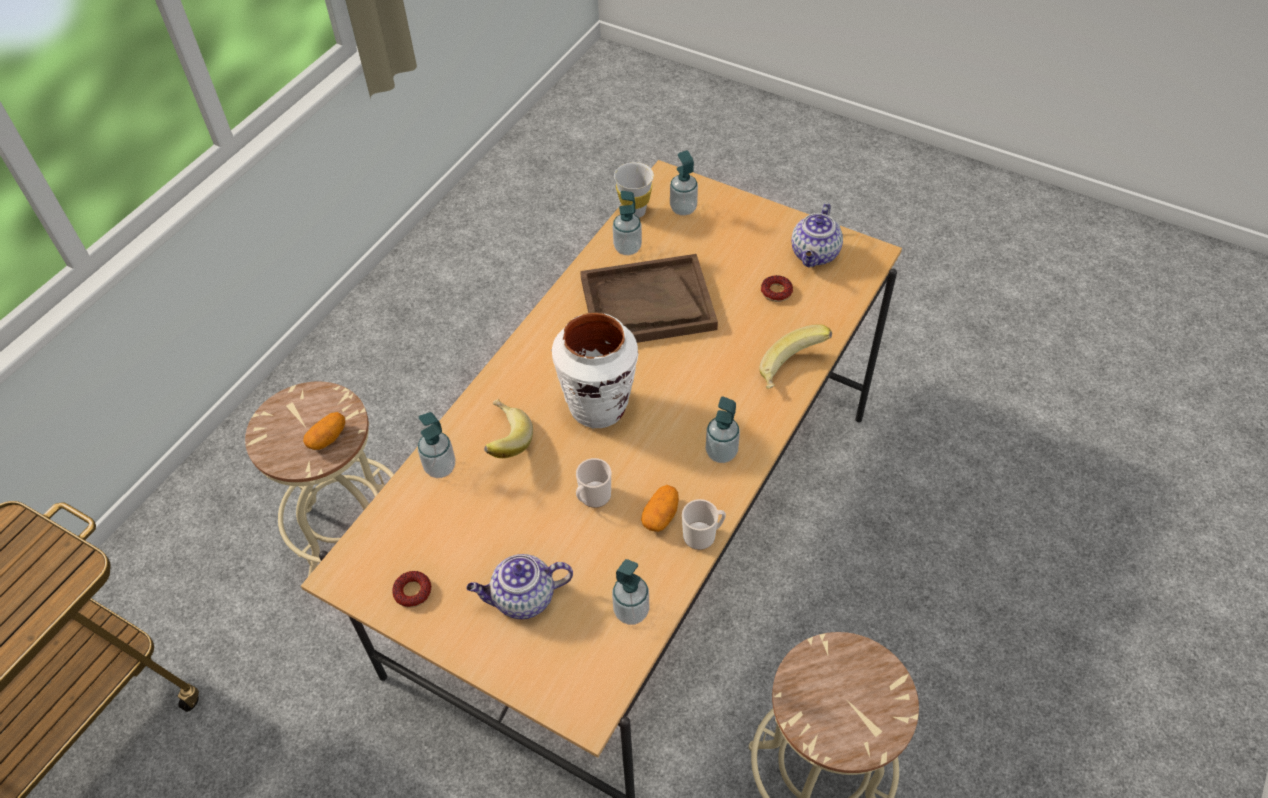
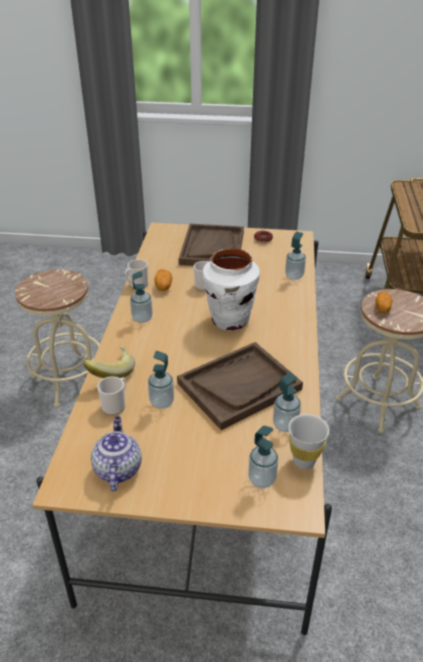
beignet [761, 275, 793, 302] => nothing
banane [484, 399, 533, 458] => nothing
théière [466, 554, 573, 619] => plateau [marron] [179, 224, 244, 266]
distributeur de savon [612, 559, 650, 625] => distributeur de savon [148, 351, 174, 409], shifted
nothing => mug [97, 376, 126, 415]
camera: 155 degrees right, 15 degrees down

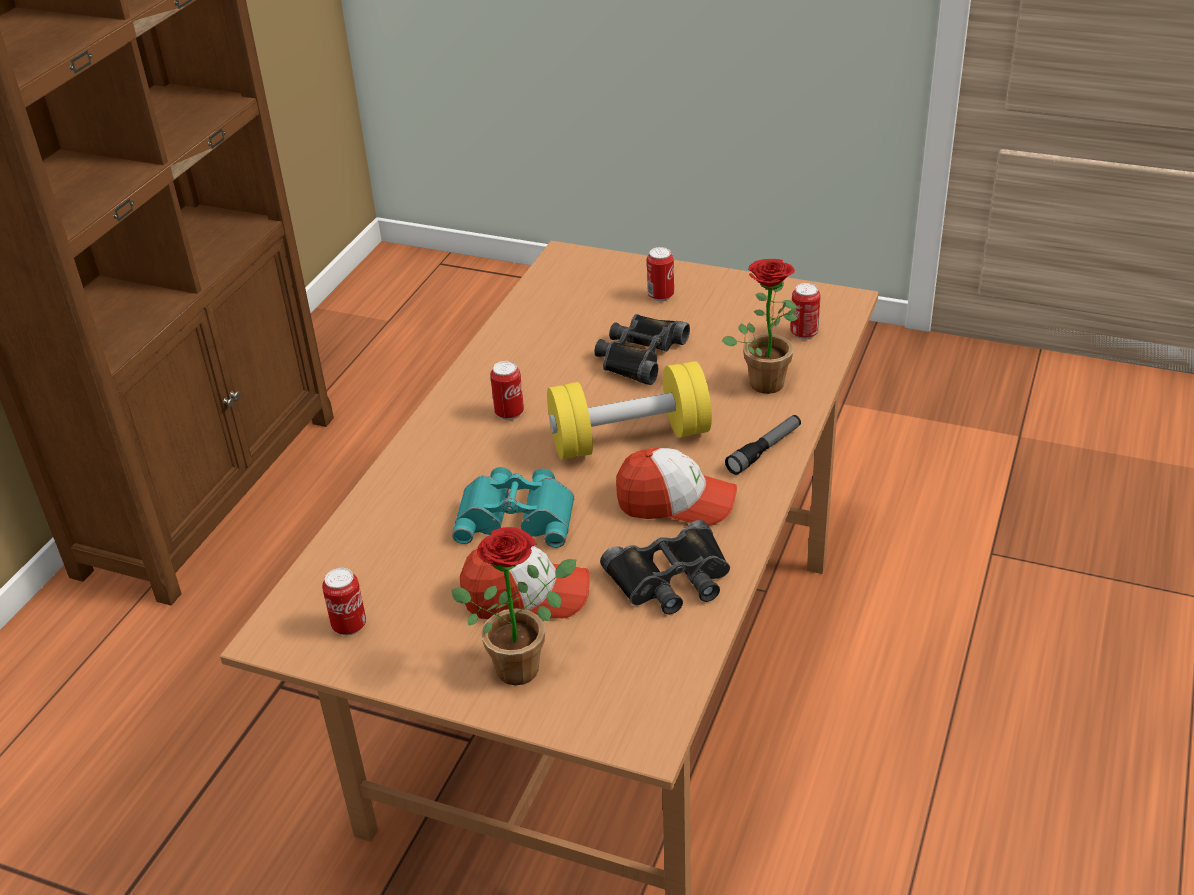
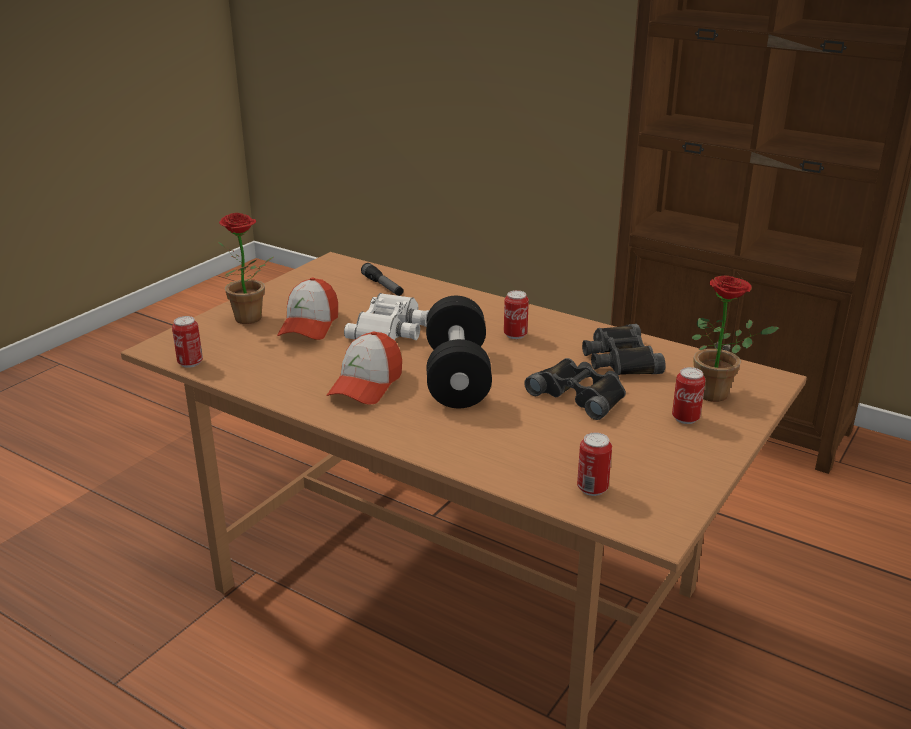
plante en pot [722, 259, 798, 394] => plante en pot [691, 276, 779, 402], shifted
haltère [jaune] [547, 361, 712, 460] => haltère [noir] [426, 296, 492, 408]
lampe de poche [725, 415, 801, 475] => lampe de poche [361, 263, 403, 296], shifted
jumelles [turquoise] [452, 467, 574, 548] => jumelles [blanc] [344, 293, 429, 340]
jumelles [noir] [600, 520, 730, 614] => jumelles [noir] [582, 324, 666, 375], shifted
boîte métallique [322, 568, 366, 635] => boîte métallique [172, 316, 203, 368], shifted
camera: 100 degrees right, 10 degrees down

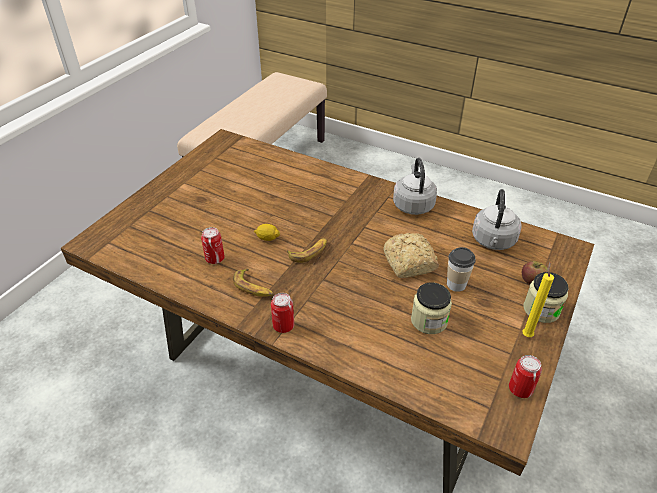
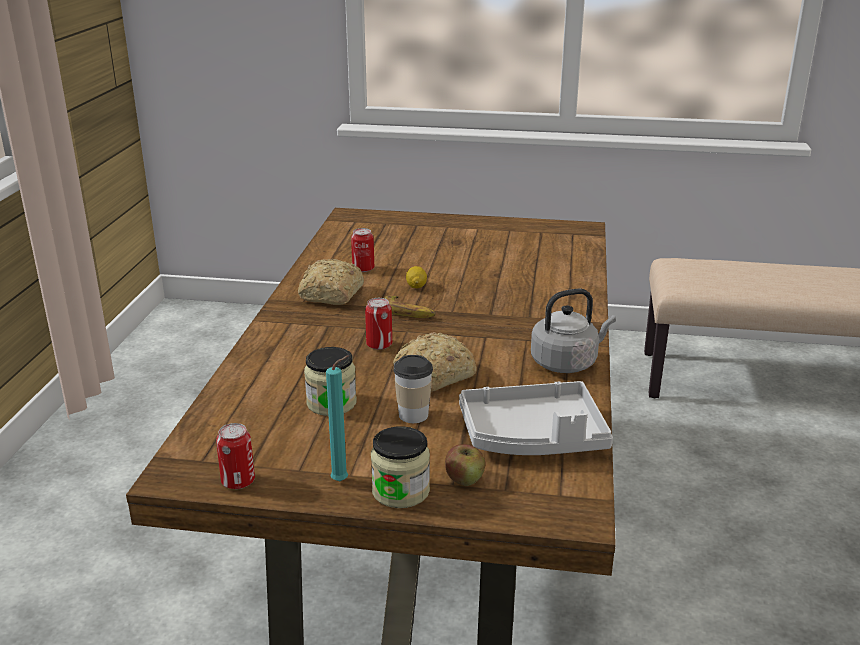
bouilloire [gris] [472, 189, 522, 250] => plateau [gris] [459, 381, 613, 455]
bougie [jaune] [522, 262, 554, 337] => bougie [turquoise] [326, 355, 349, 481]
banane [233, 269, 273, 297] => pain [298, 259, 364, 305]
boîte métallique [271, 293, 294, 333] => boîte métallique [365, 298, 392, 350], shifted
camera: 70 degrees right, 15 degrees down

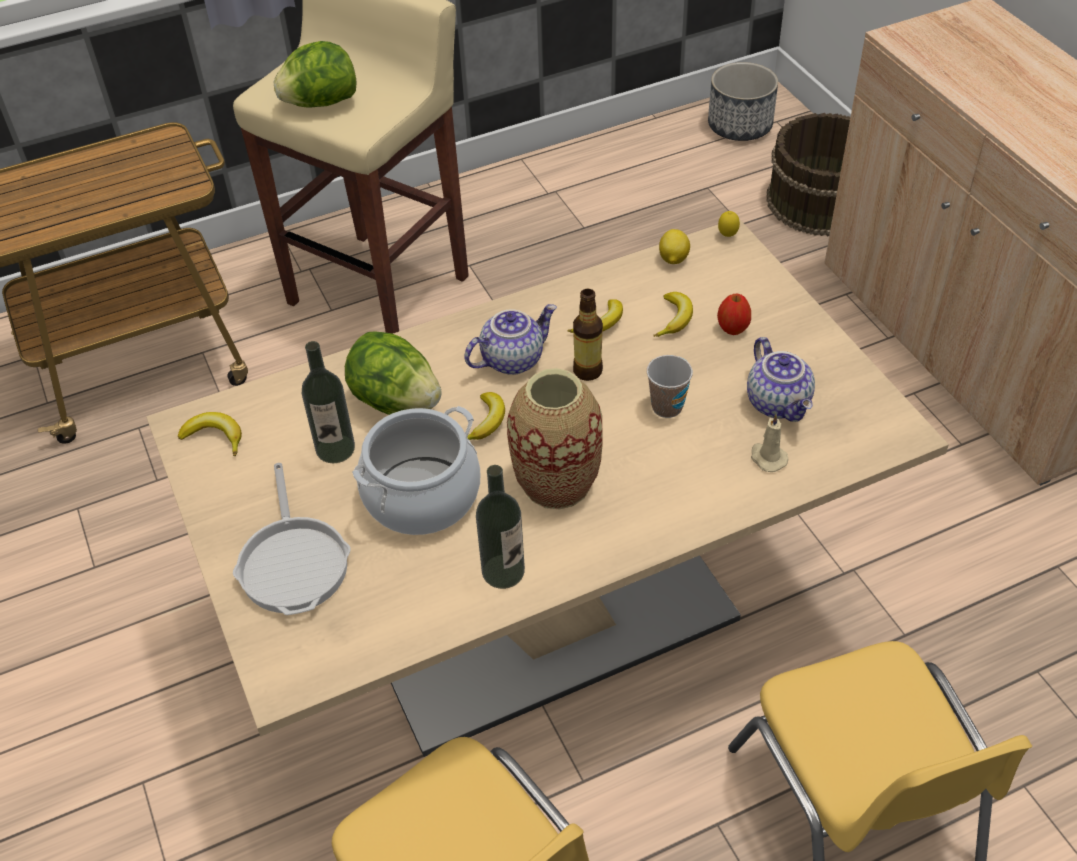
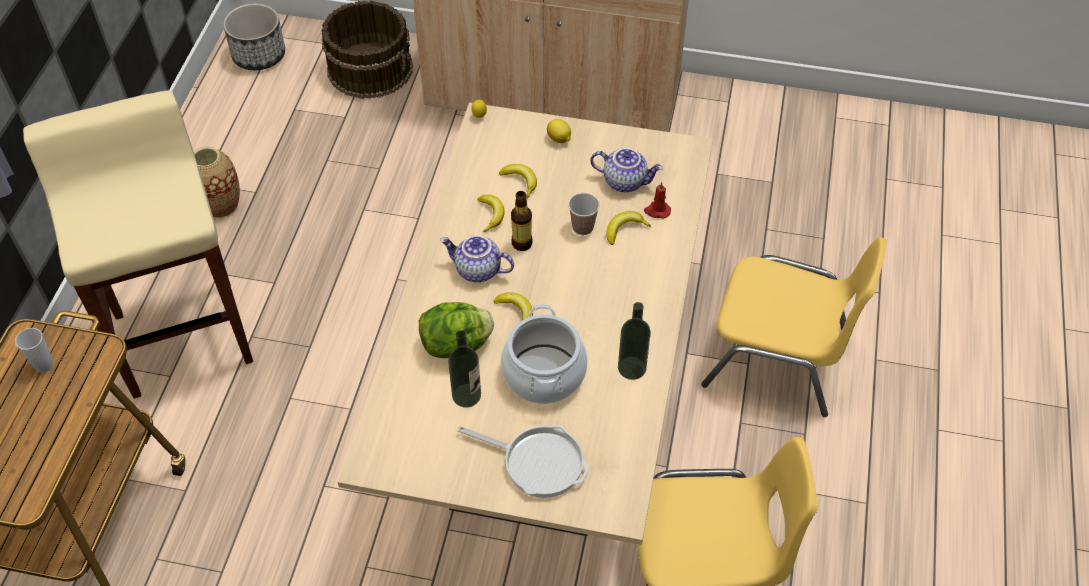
laitue [274, 41, 357, 107] => nothing
citron [659, 229, 690, 264] => citron [547, 119, 571, 143], shifted
pomme [717, 294, 751, 335] => nothing
théière [464, 304, 557, 375] => théière [440, 236, 514, 282], 75 degrees counterclockwise
vase [507, 368, 602, 509] => vase [194, 146, 240, 218], shifted
banane [178, 412, 242, 456] => banane [606, 211, 651, 245], shifted
bougie [beige] [751, 414, 788, 472] => bougie [rouge] [644, 182, 671, 218]
nothing => tasse [15, 328, 54, 373]
camera: 55 degrees left, 5 degrees up

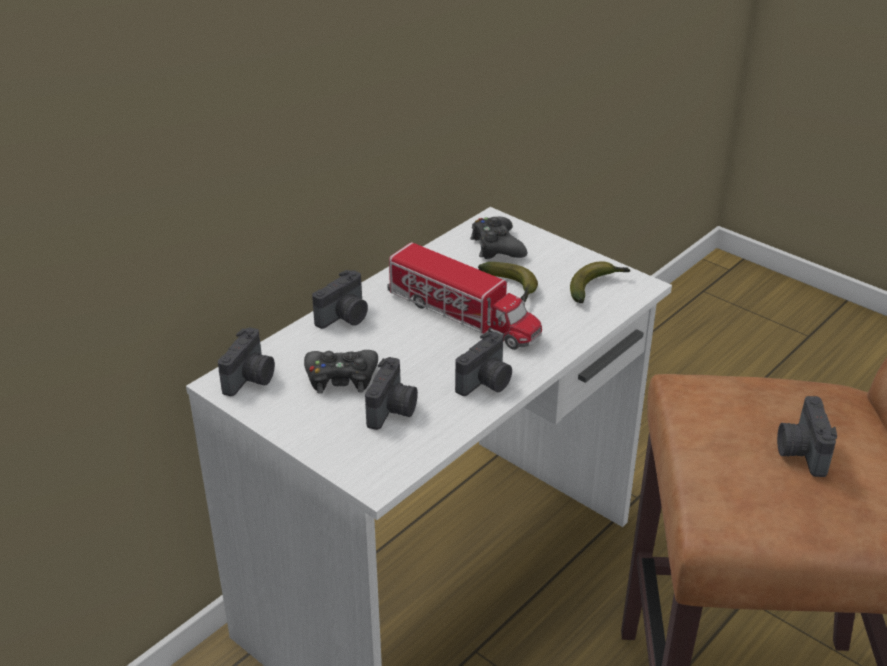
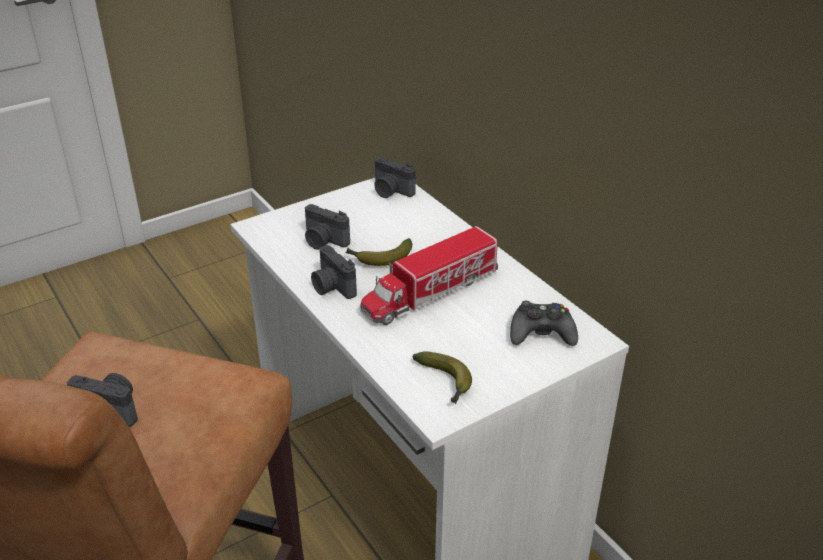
banane [478, 262, 538, 302] => banane [346, 238, 412, 266], shifted
appareil photo [312, 270, 368, 329] => nothing
manette [noir] [304, 350, 378, 394] => nothing
camera: 105 degrees right, 0 degrees up

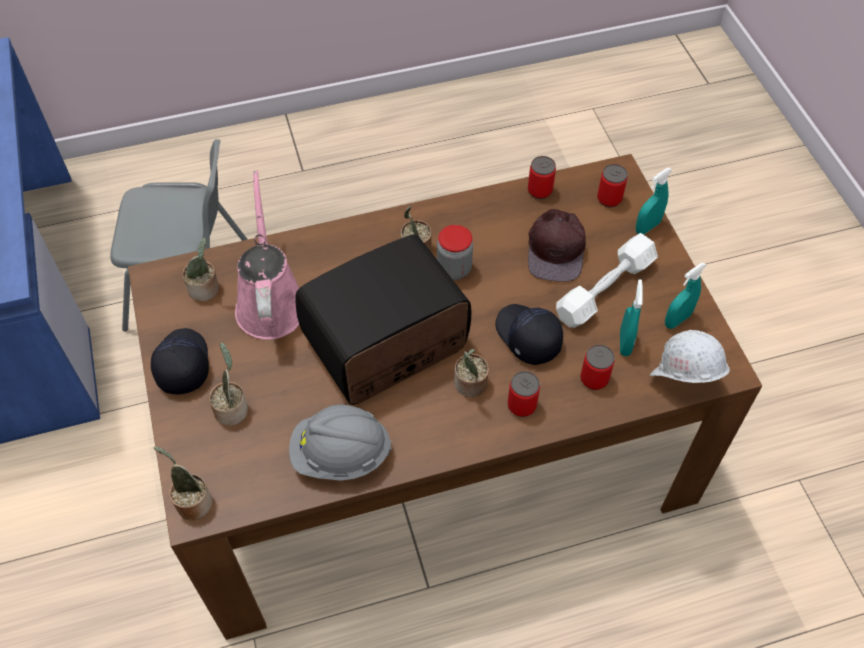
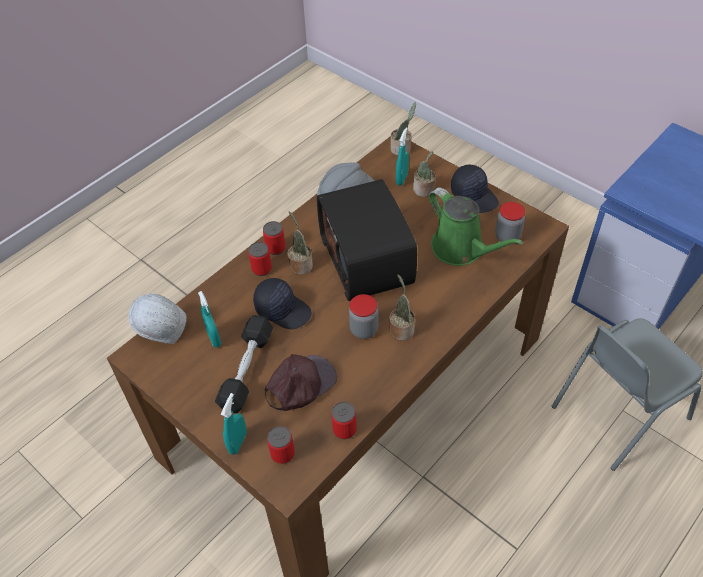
arrosoir [rose] [235, 170, 299, 340] => arrosoir [vert] [429, 187, 523, 266]
casquette [marron] [528, 209, 586, 282] => casquette [marron] [265, 354, 337, 411], 75 degrees clockwise
haltère [blanc] [556, 233, 658, 328] => haltère [noir] [215, 315, 273, 413]
radio [295, 234, 471, 405] => radio [317, 179, 417, 301], 135 degrees clockwise
plante en pot [183, 237, 219, 301] => bocal [495, 202, 525, 242]
vaporisateur [turquoise] [665, 262, 706, 329] => vaporisateur [turquoise] [396, 128, 409, 186], shifted
boîte métallique [580, 345, 615, 390] => boîte métallique [263, 221, 285, 255], shifted
camera: 150 degrees right, 5 degrees down

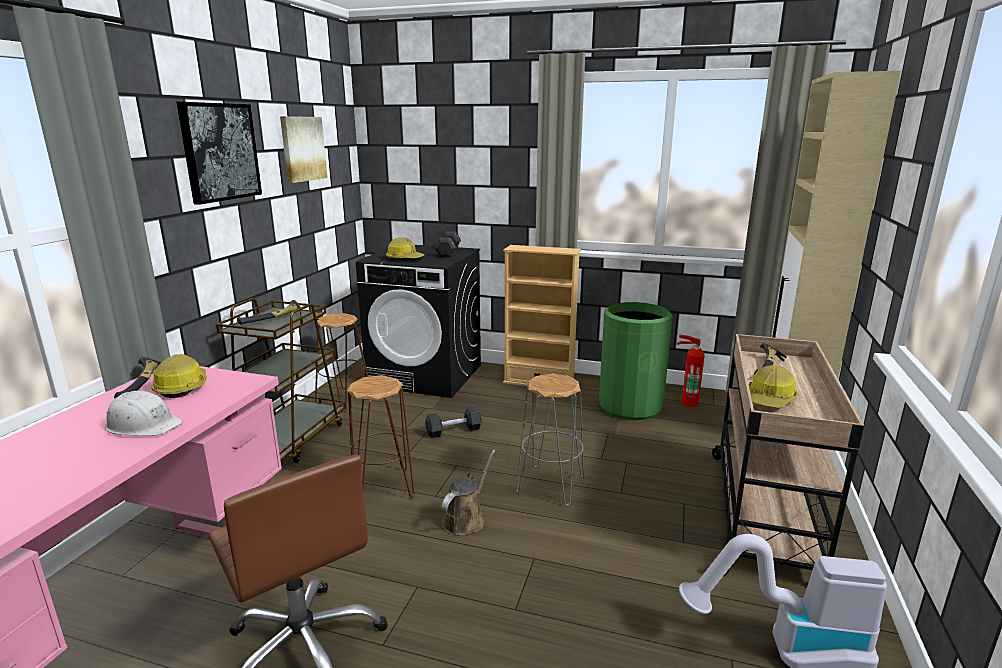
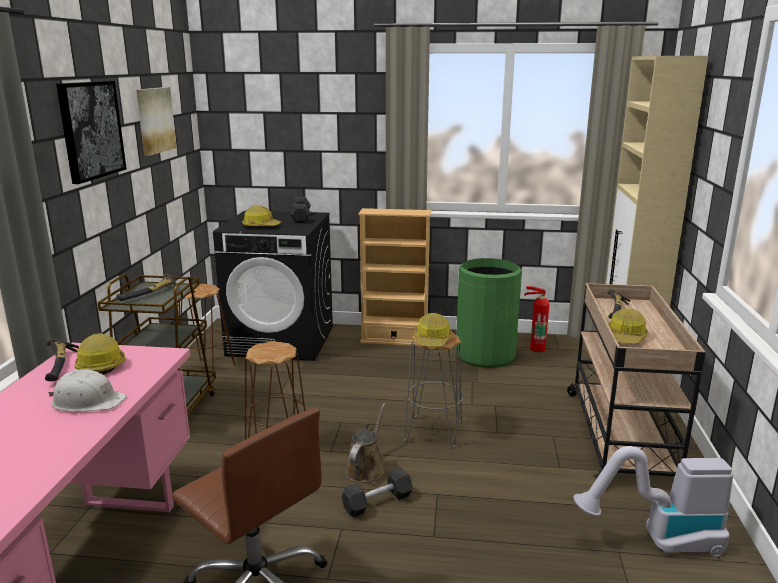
haltère [noir] [425, 407, 482, 438] => haltère [noir] [342, 467, 413, 518], shifted
nothing => casque de chantier [414, 313, 452, 347]
camera: 10 degrees left, 0 degrees up

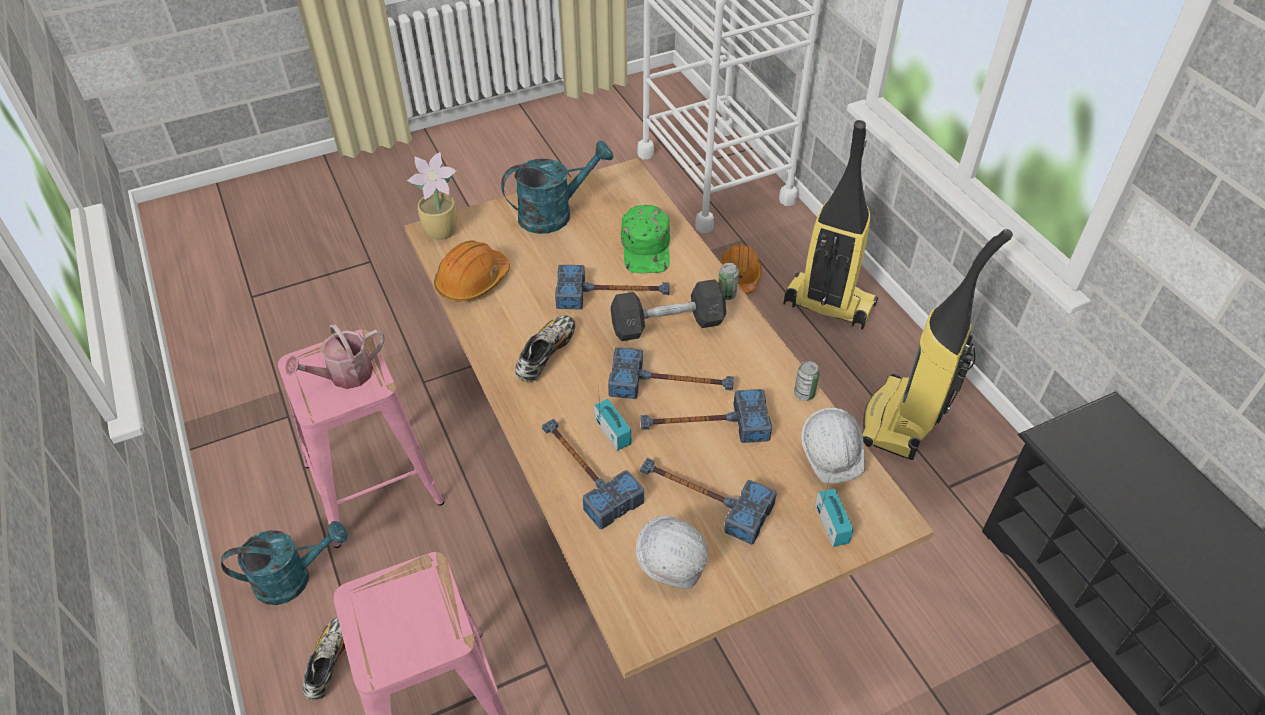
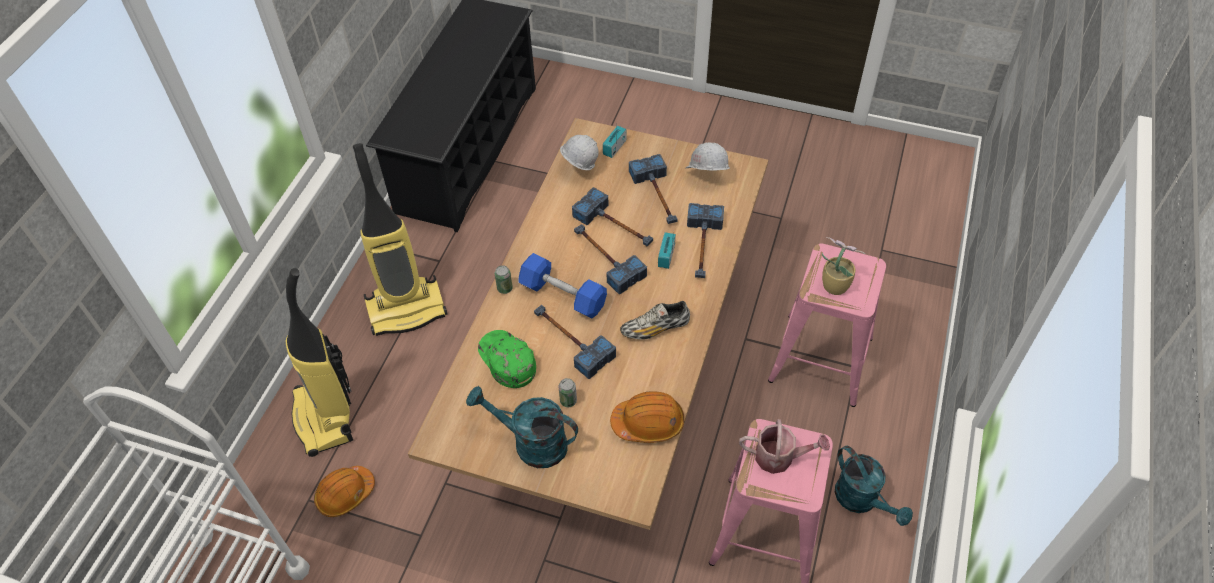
plante en pot [407, 152, 457, 240] => plante en pot [822, 237, 865, 295], shifted
casquette [vert] [621, 205, 670, 273] => casquette [vert] [478, 330, 536, 388], 75 degrees counterclockwise
haltère [gris] [610, 279, 726, 341] => haltère [bleu] [518, 253, 607, 318]
boîte métallique [794, 361, 820, 401] => boîte métallique [559, 378, 577, 407], shifted
arrosoir [turquoise] [221, 521, 348, 605] => arrosoir [turquoise] [835, 446, 913, 526], 150 degrees counterclockwise
chaussure [303, 617, 345, 701] => nothing
camera: 135 degrees left, 5 degrees up

